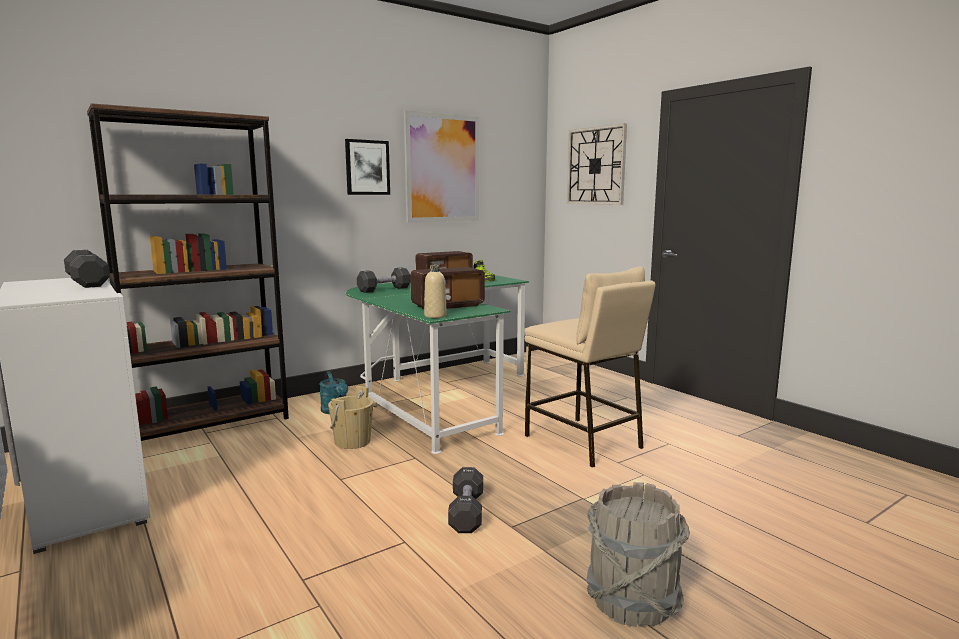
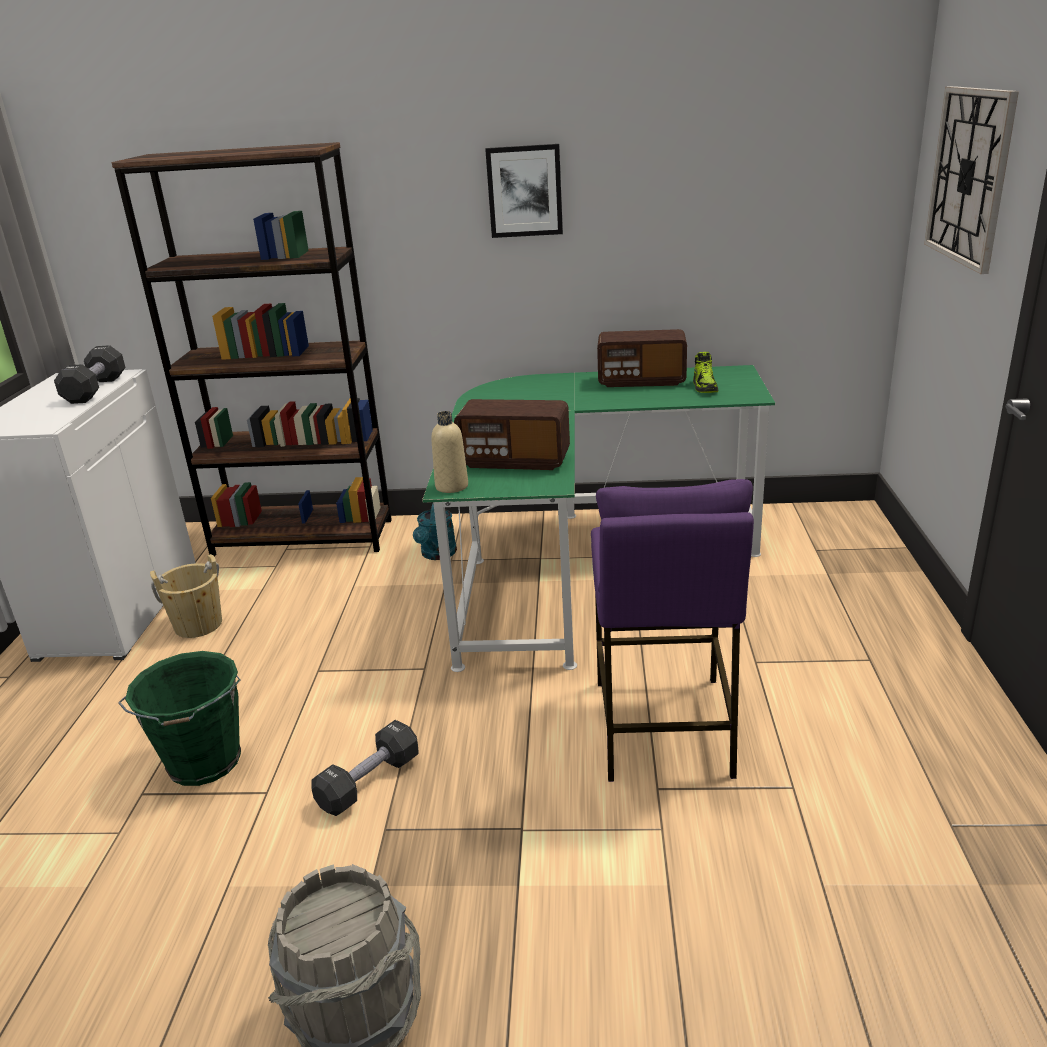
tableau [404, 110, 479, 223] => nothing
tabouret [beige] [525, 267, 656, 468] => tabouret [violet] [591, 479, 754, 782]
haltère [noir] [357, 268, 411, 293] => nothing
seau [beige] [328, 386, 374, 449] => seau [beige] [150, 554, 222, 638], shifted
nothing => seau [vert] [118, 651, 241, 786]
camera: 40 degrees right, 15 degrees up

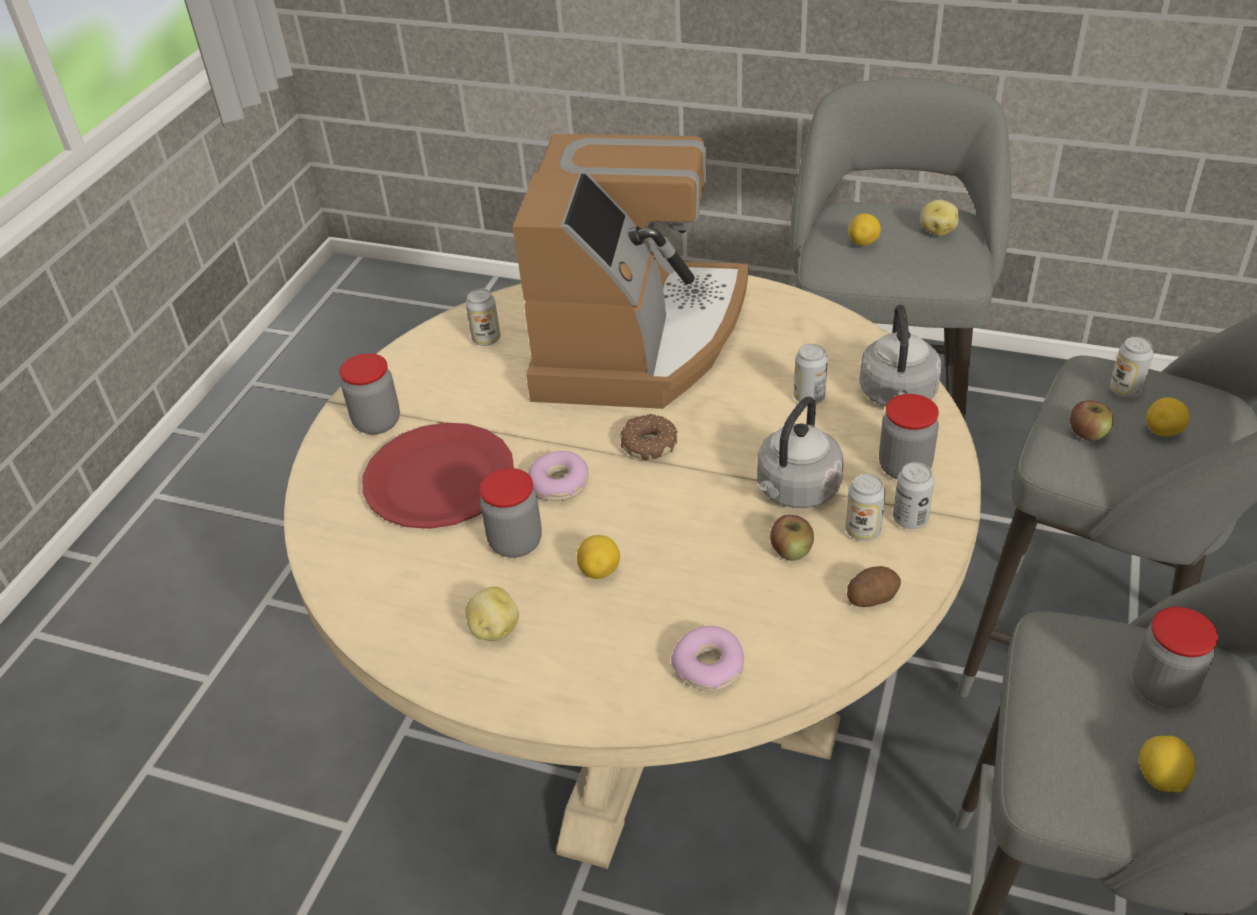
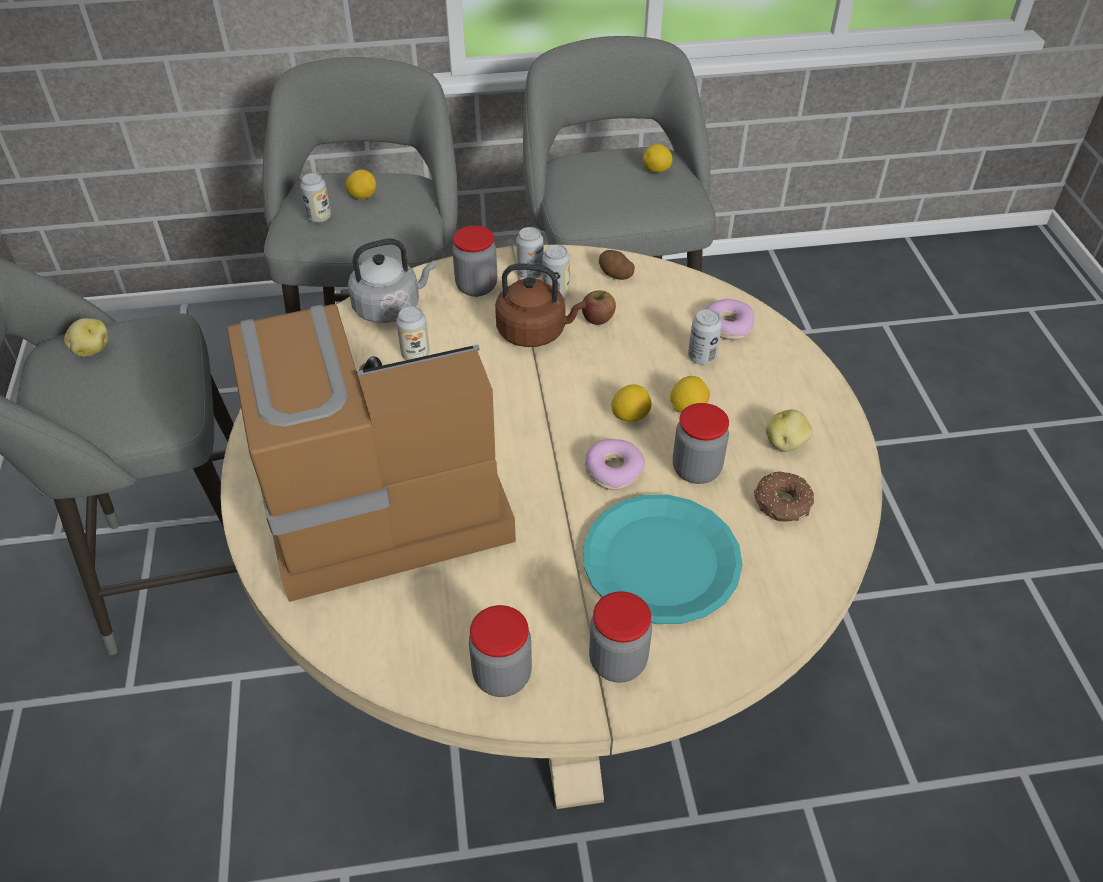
citron [848, 214, 881, 246] => citron [611, 384, 652, 422], shifted
boîte métallique [465, 289, 500, 346] => boîte métallique [688, 309, 722, 365], shifted
bouilloire [gris] [757, 396, 843, 508] => bouilloire [marron] [495, 264, 585, 347]
pomme [1070, 400, 1114, 441] => nothing
beignet [620, 414, 677, 461] => beignet [754, 471, 814, 522], shifted
assiette [rouge] [362, 423, 514, 529] => assiette [turquoise] [583, 495, 743, 624]
bocal [1132, 607, 1218, 708] => bocal [469, 605, 532, 697], shifted
camera: 120 degrees left, 5 degrees up

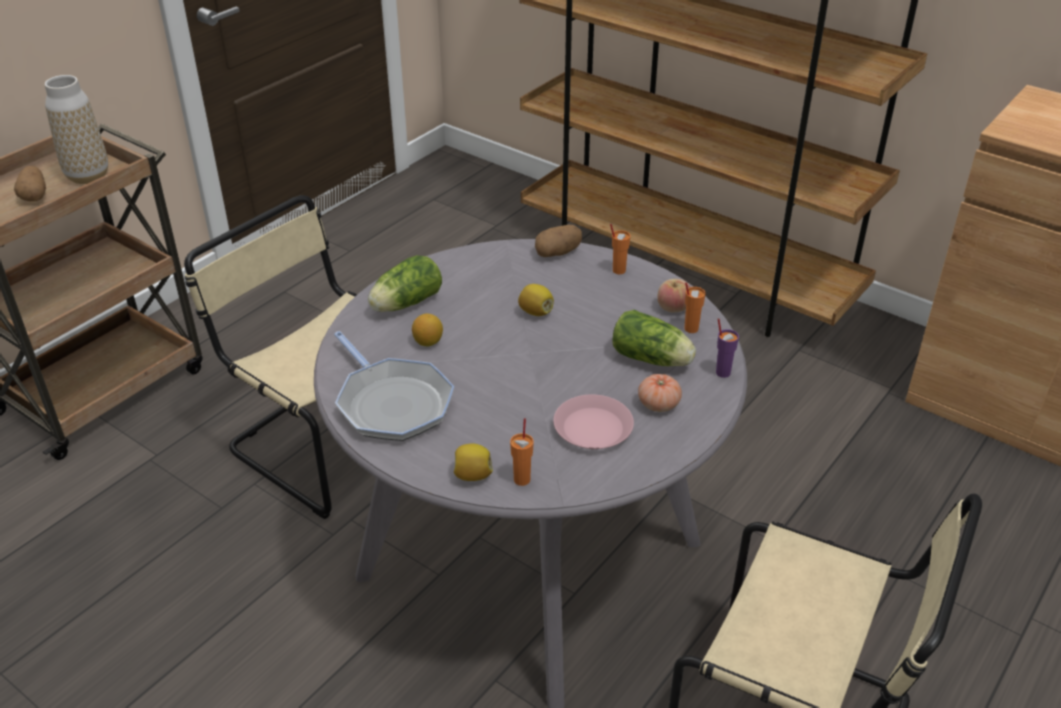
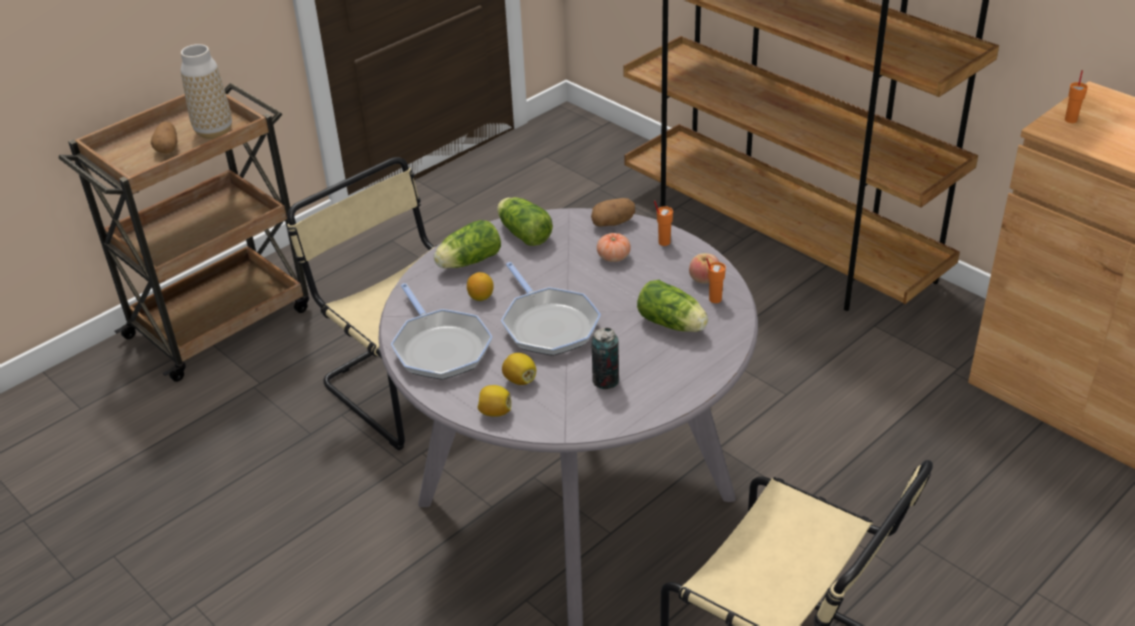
citron [518, 284, 554, 316] => citron [502, 353, 536, 385], shifted
tasse [violet] [716, 318, 739, 378] => nothing
tomate [638, 374, 682, 412] => tomate [597, 233, 631, 262], shifted
assiette [rose] [553, 394, 634, 449] => boîte métallique [591, 328, 619, 389]
tasse [orange] [510, 418, 534, 486] => tasse [orange] [1065, 70, 1088, 123], shifted
nothing => laitue [497, 197, 553, 246]
nothing => poêle [501, 262, 601, 356]
camera: 10 degrees right, 0 degrees up

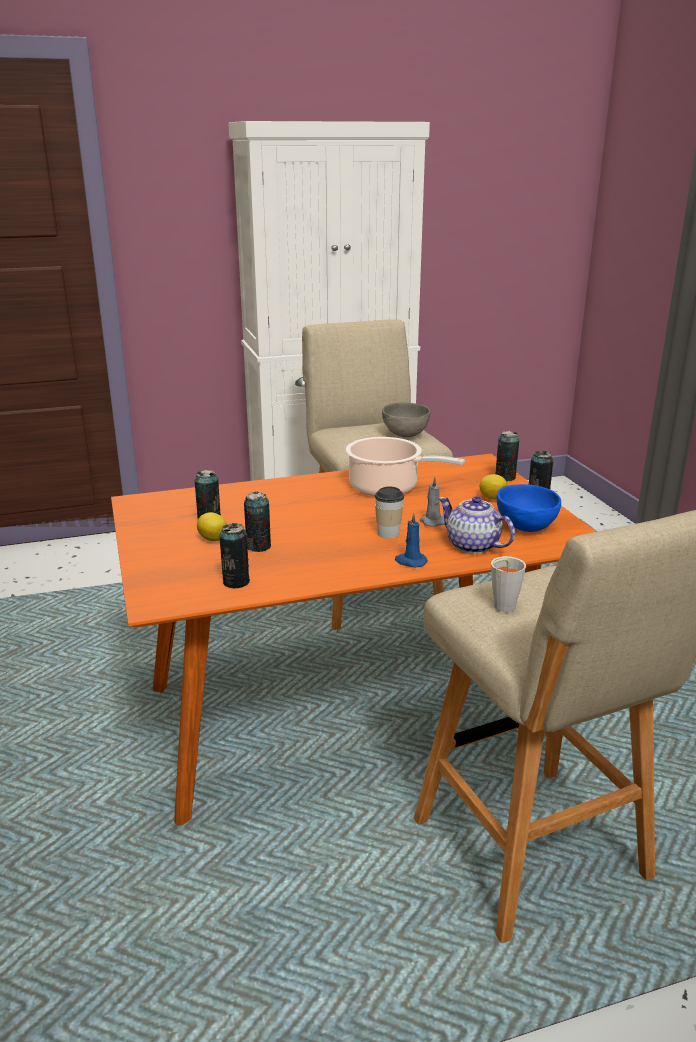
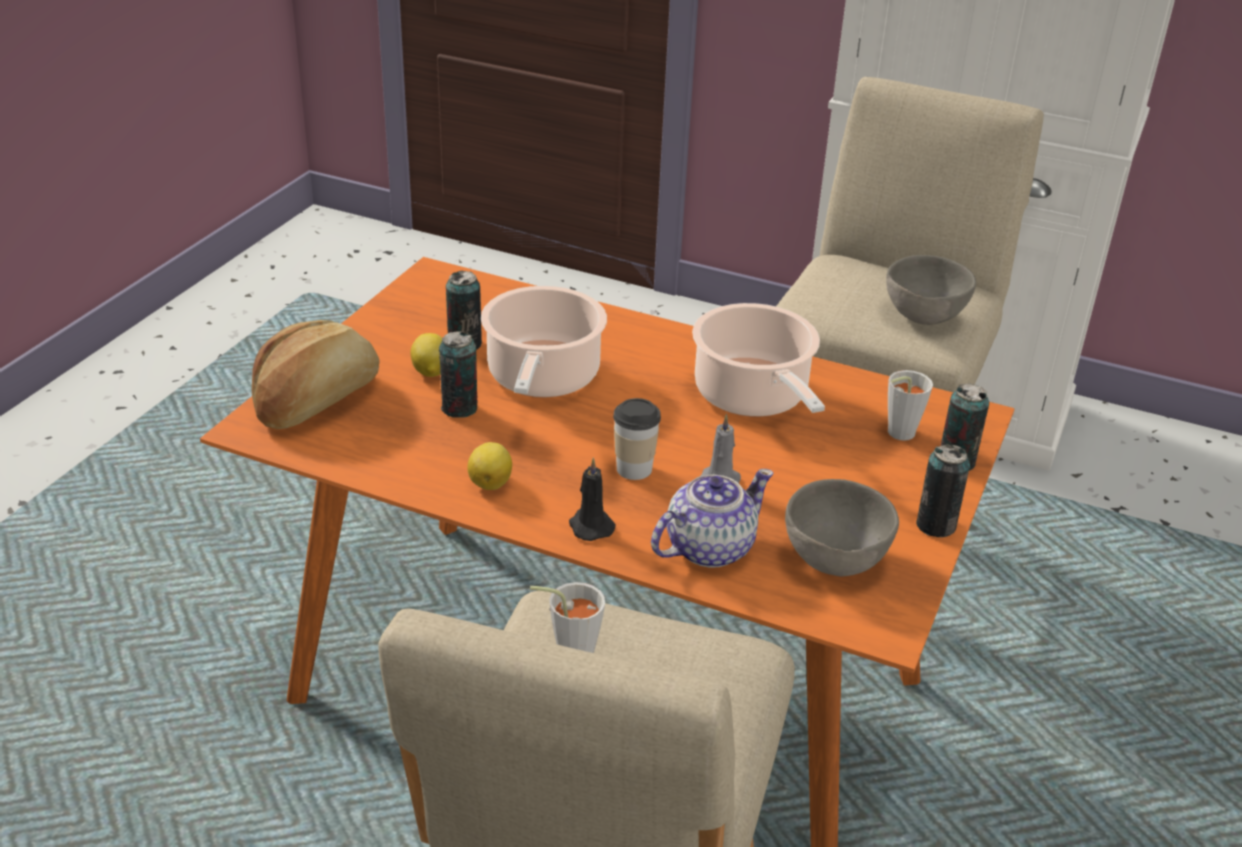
citron [480, 474, 508, 500] => citron [467, 442, 512, 490], shifted
bol [bleu] [497, 484, 561, 532] => bol [gris] [785, 479, 899, 576]
théière [438, 496, 515, 554] => théière [651, 469, 773, 568], 60 degrees clockwise
bougie [bleu] [395, 512, 428, 567] => bougie [noir] [569, 457, 616, 541]
boîte métallique [219, 523, 250, 588] => nothing
nothing => marmite [481, 286, 607, 397]
nothing => pain [252, 320, 379, 429]
nothing => tasse [gris] [888, 370, 933, 441]
camera: 40 degrees right, 10 degrees up

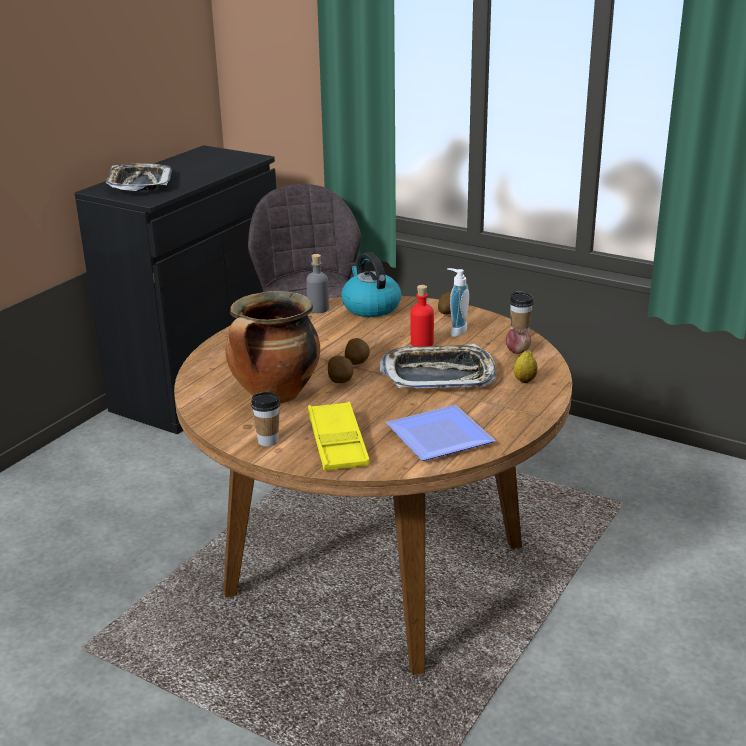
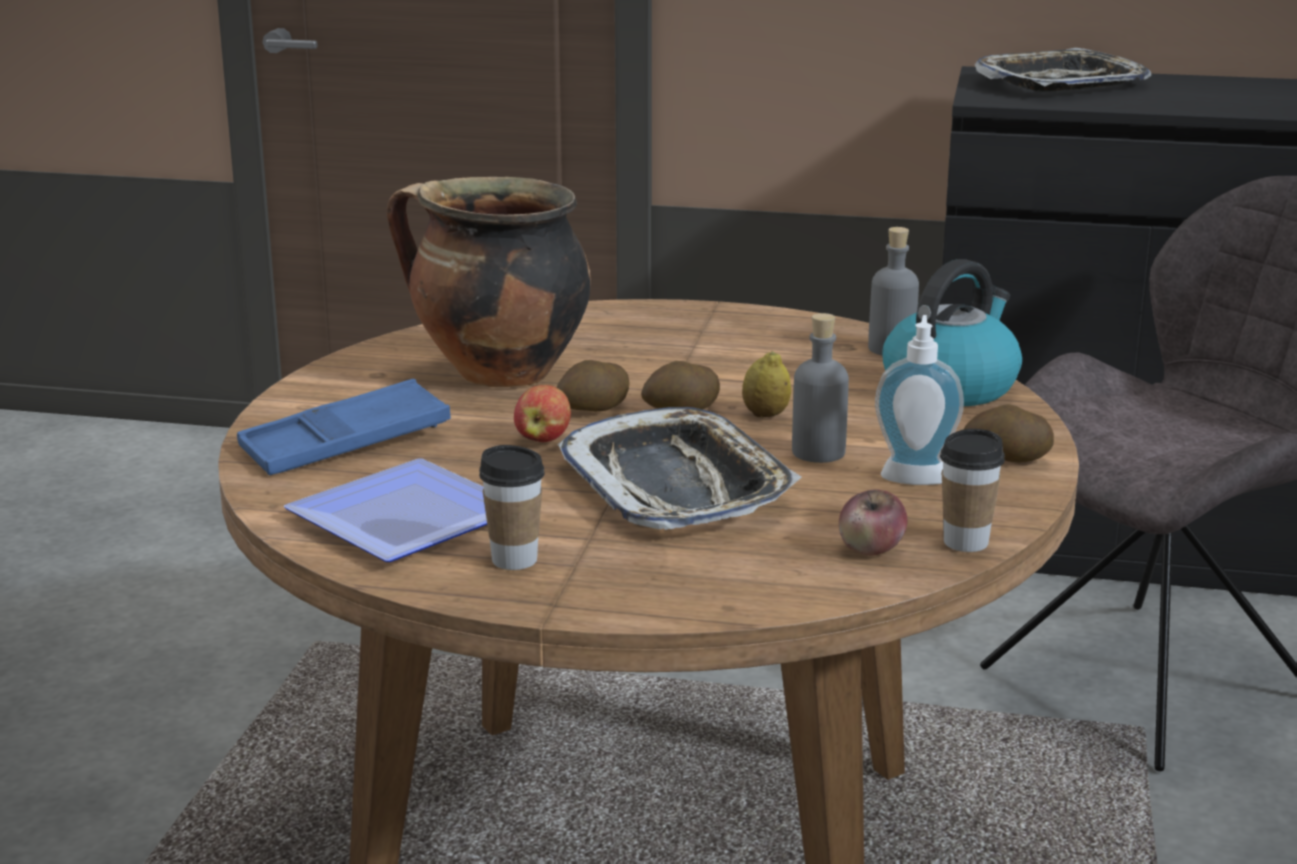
bouteille [rouge] [410, 285, 434, 347] => bouteille [gris] [792, 313, 849, 463]
citron [514, 350, 538, 383] => citron [742, 351, 791, 417], shifted
tasse [251, 392, 280, 447] => tasse [479, 445, 545, 570], shifted
plateau [jaune] [308, 402, 370, 471] => plateau [bleu] [237, 379, 451, 475]
nothing => pomme [514, 385, 571, 442]
camera: 70 degrees right, 5 degrees down

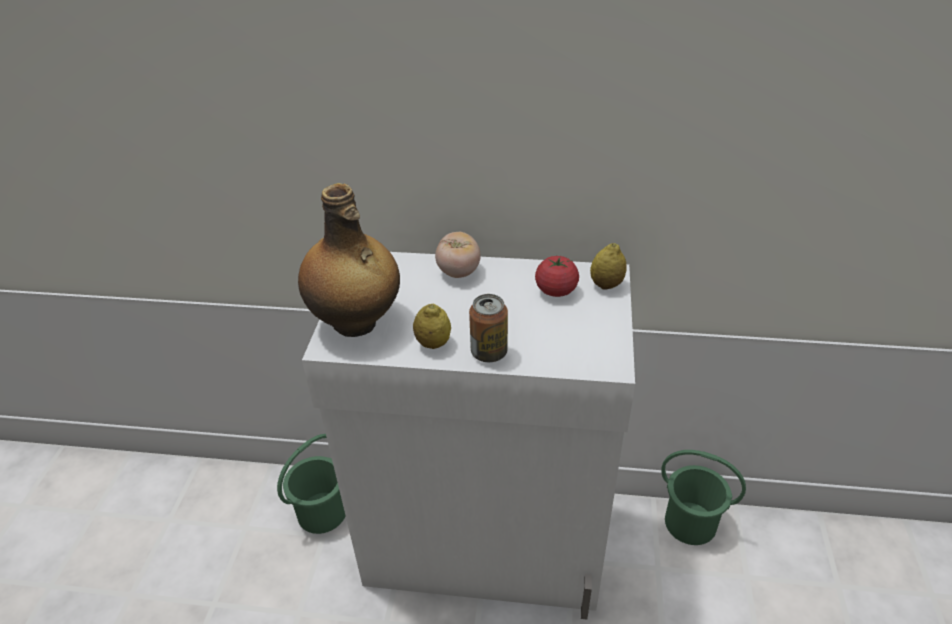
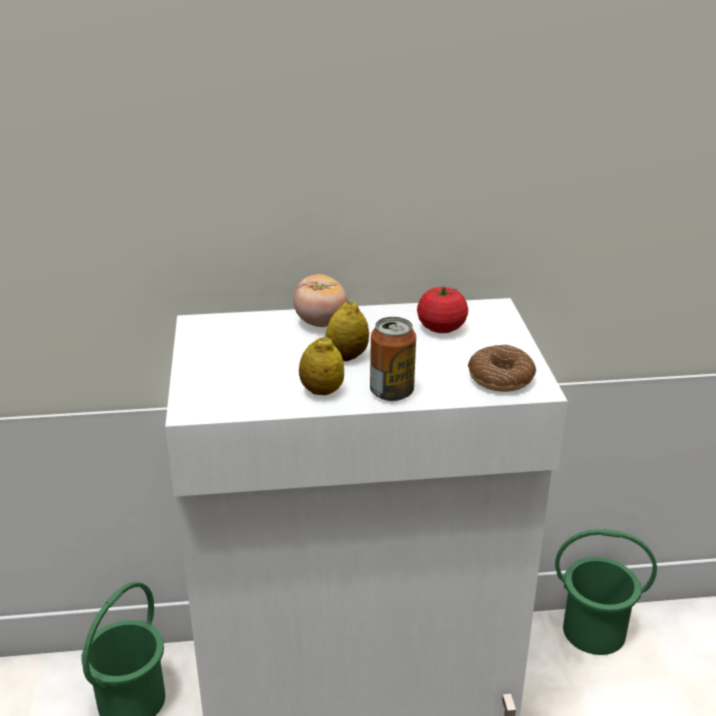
bouteille [298, 183, 400, 337] => nothing
citron [590, 243, 627, 290] => citron [326, 301, 369, 361], shifted
nothing => beignet [468, 345, 536, 392]
camera: 15 degrees left, 10 degrees down

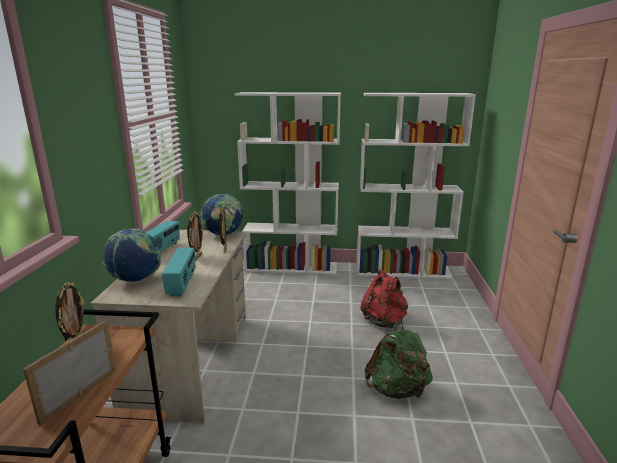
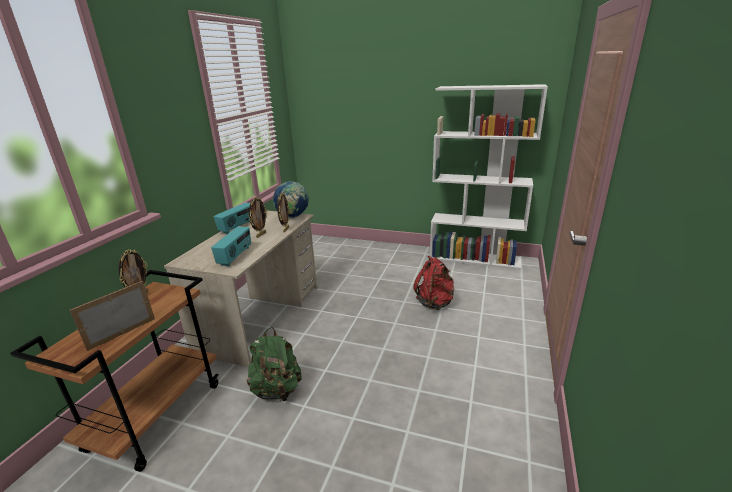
bibliothèque [blanc] [235, 92, 341, 275] => nothing
globe [103, 228, 161, 282] => nothing
sac à dos [vert] [365, 321, 433, 399] => sac à dos [vert] [247, 327, 302, 402], shifted
camera: 15 degrees right, 5 degrees up

